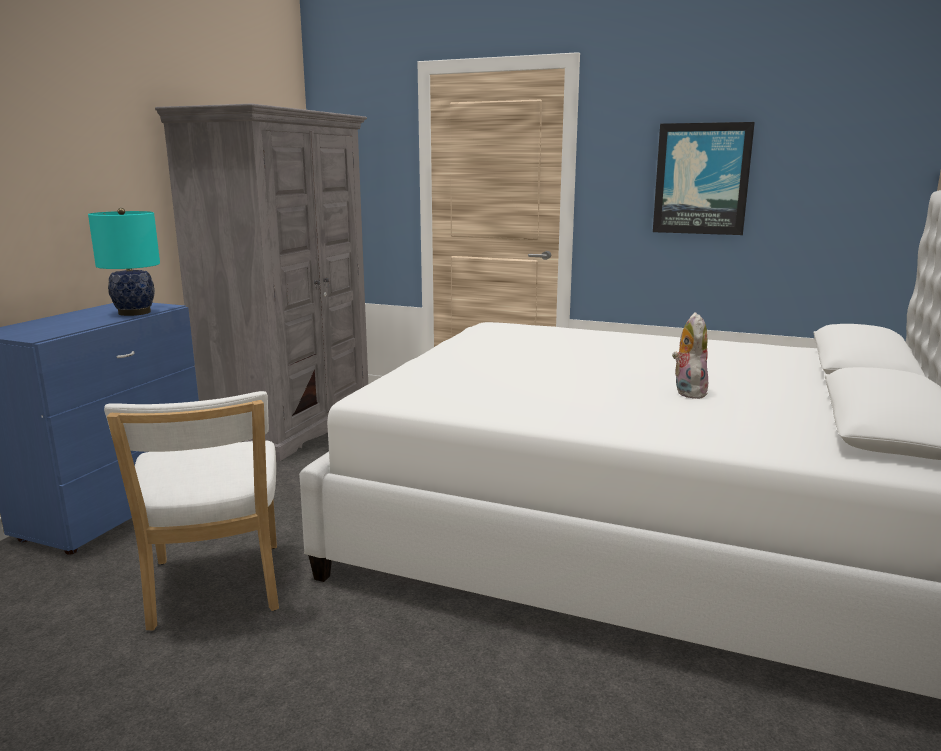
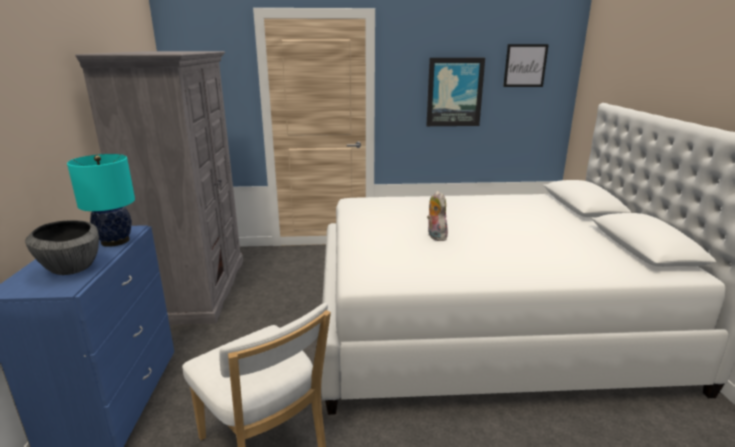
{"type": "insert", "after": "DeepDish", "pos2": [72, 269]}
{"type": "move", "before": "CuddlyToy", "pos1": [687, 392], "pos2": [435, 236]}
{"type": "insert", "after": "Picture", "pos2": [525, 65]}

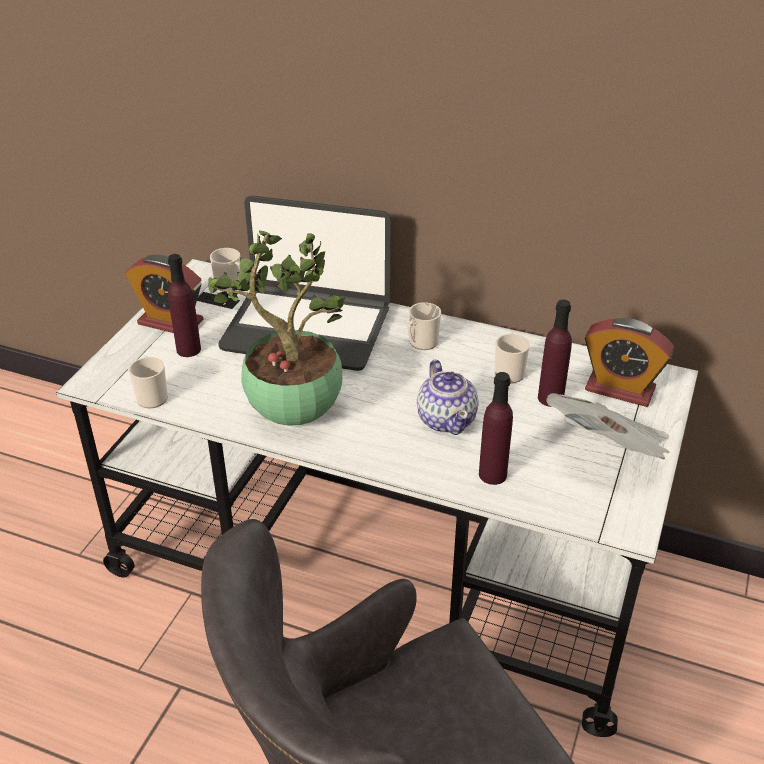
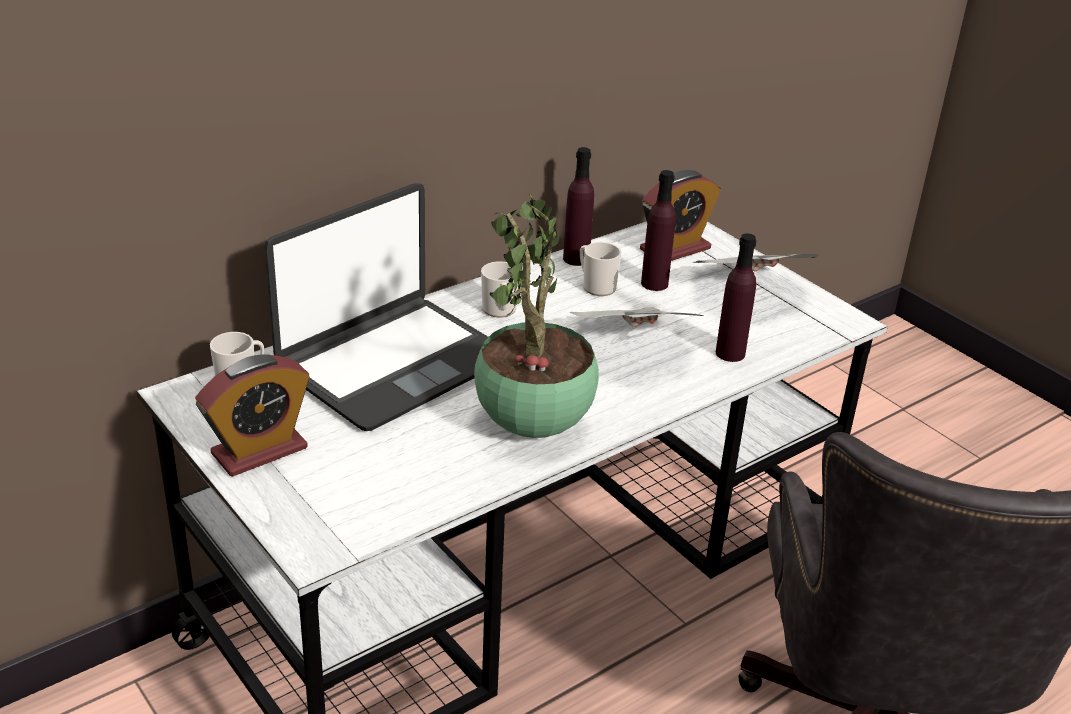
{"type": "move", "before": "PurpleDrinkBottle", "pos1": [188, 349], "pos2": [576, 259]}
{"type": "replace", "before": "PotForTea", "after": "DailyPaper", "pos1": [447, 419], "pos2": [632, 344]}
{"type": "delete", "before": "TeaMug", "pos1": [152, 396]}

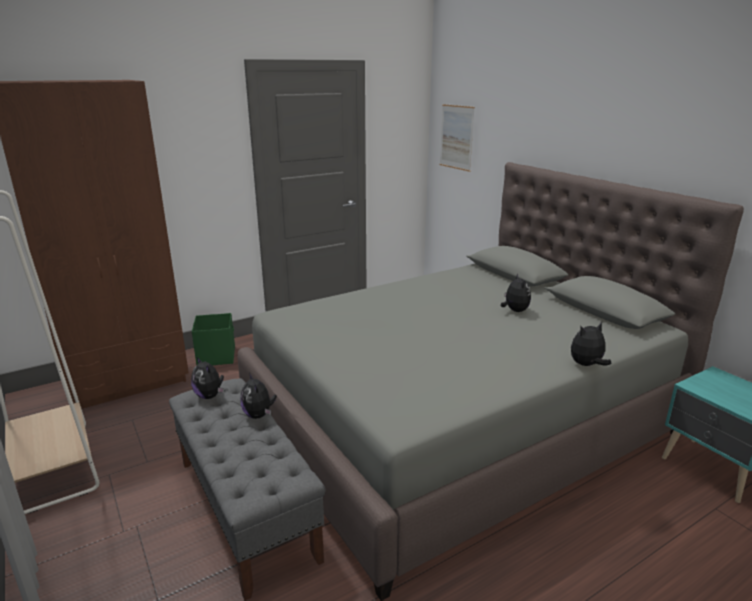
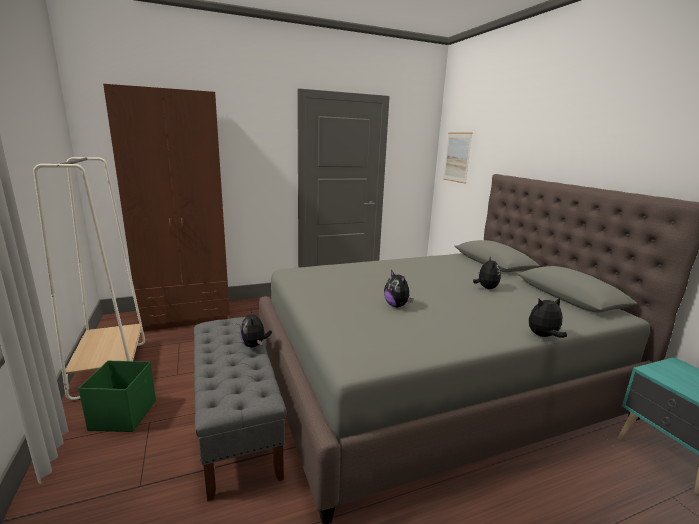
{"type": "move", "before": "GreenStorageBin", "pos1": [217, 356], "pos2": [124, 415]}
{"type": "move", "before": "CuddlyToy", "pos1": [210, 396], "pos2": [397, 305]}

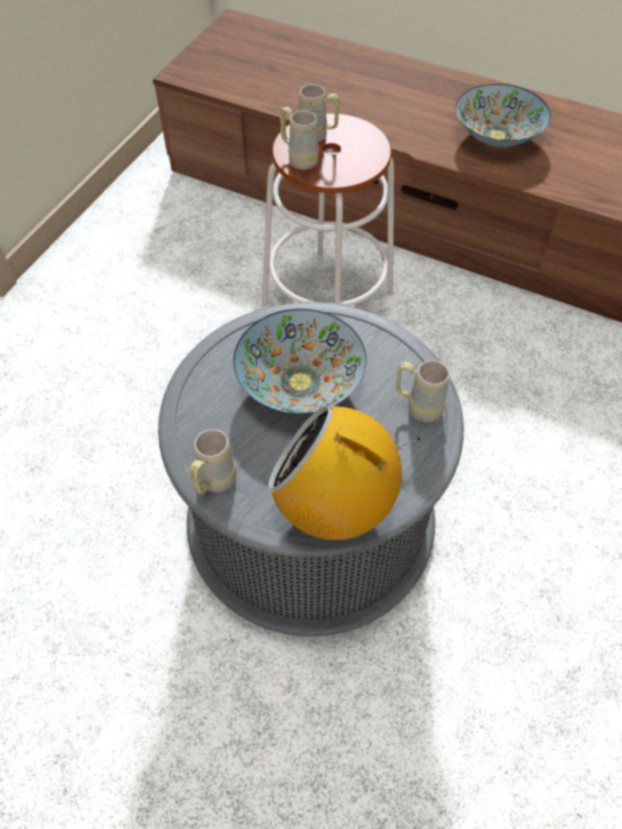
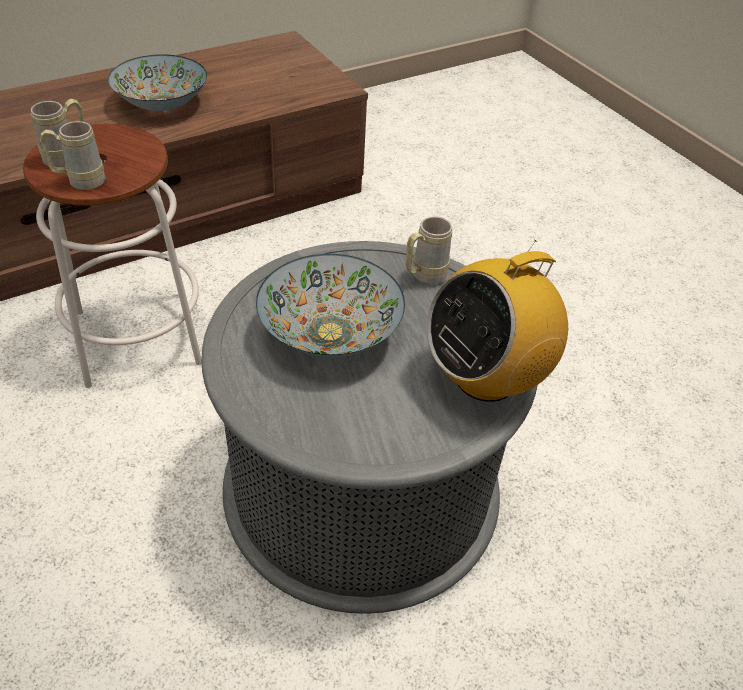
{"type": "delete", "before": "BeigeTeaMug", "pos1": [213, 483]}

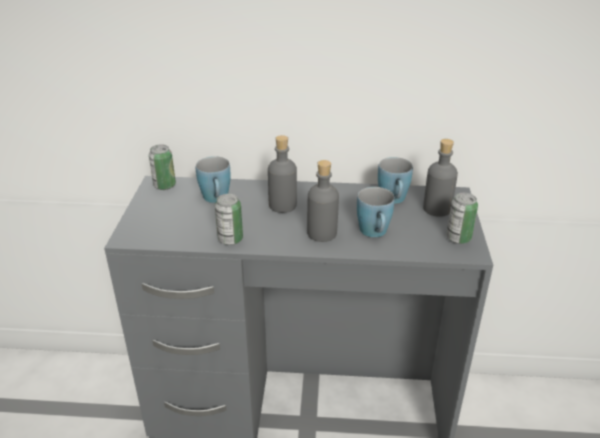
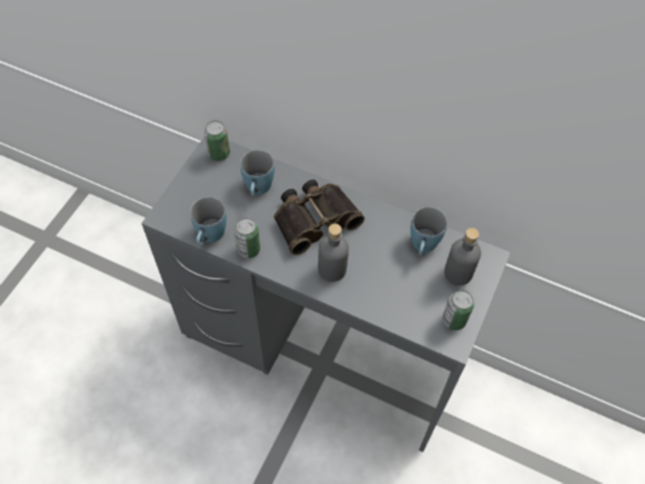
{"type": "move", "before": "BluishTeaMug", "pos1": [375, 233], "pos2": [209, 237]}
{"type": "replace", "before": "GreyishDrinkBottle", "after": "PairOfBinoculars", "pos1": [282, 205], "pos2": [314, 218]}

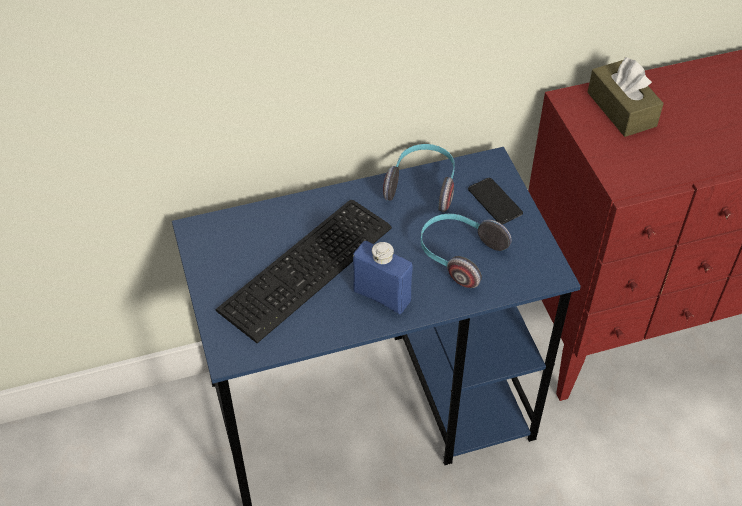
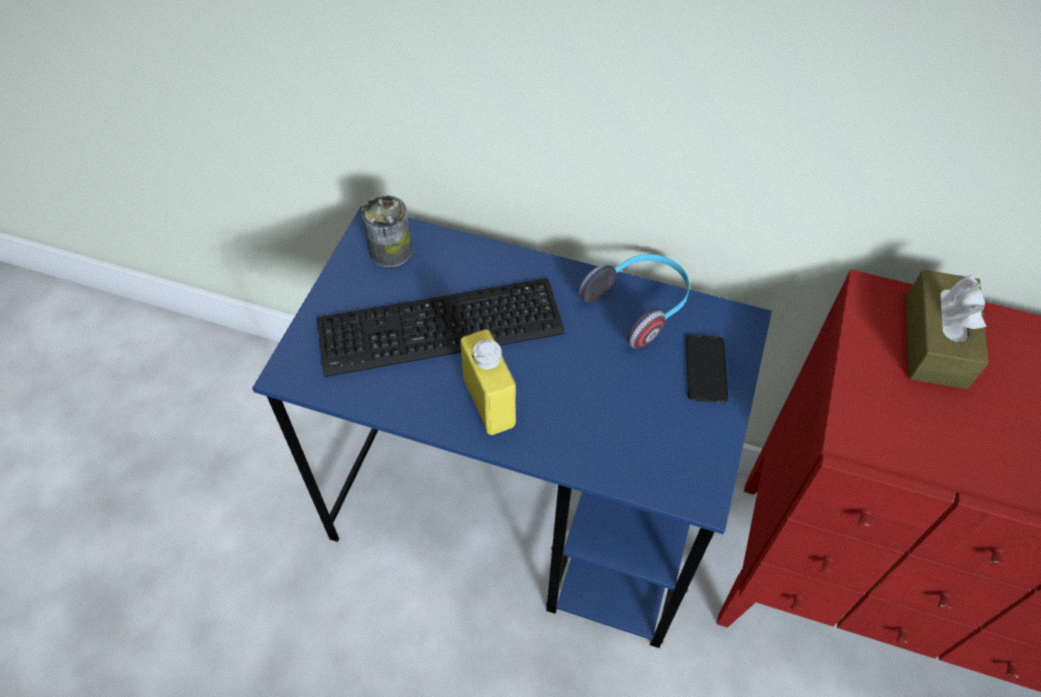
{"type": "insert", "after": "Can", "pos2": [391, 251]}
{"type": "recolor", "before": "BluishDrinkBottle", "after": "YellowDrinkBottle", "pos1": [382, 296], "pos2": [489, 403]}
{"type": "delete", "before": "PairOfHeadphones", "pos1": [458, 255]}

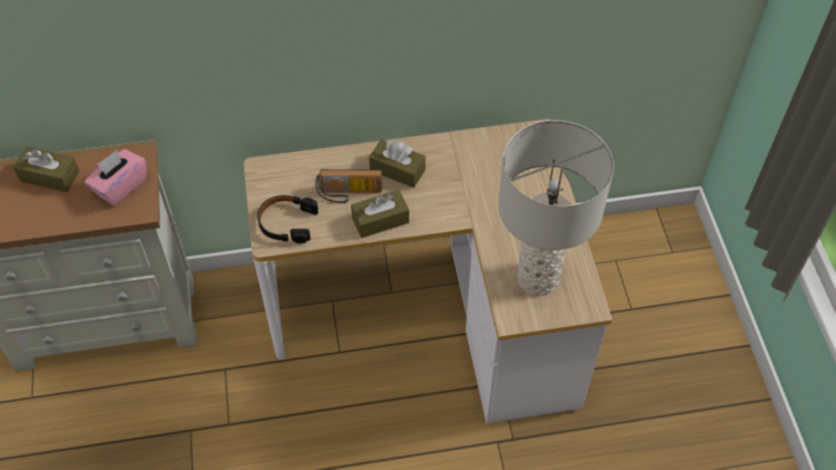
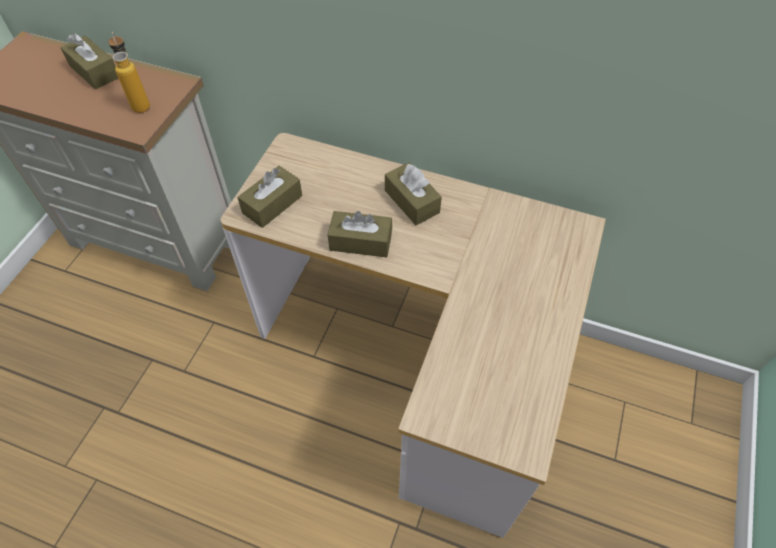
{"type": "replace", "before": "PinkishBoxOfTissues", "after": "DrinkBottle", "pos1": [120, 186], "pos2": [140, 103]}
{"type": "replace", "before": "BlackColouredPairOfHeadphones", "after": "BrownBoxOfTissues", "pos1": [287, 223], "pos2": [272, 204]}
{"type": "delete", "before": "RadioReceiver", "pos1": [349, 194]}
{"type": "delete", "before": "WhitishLampForATable", "pos1": [537, 277]}

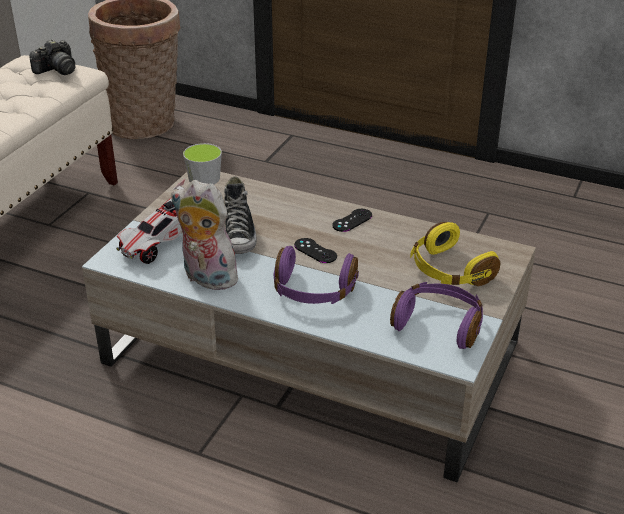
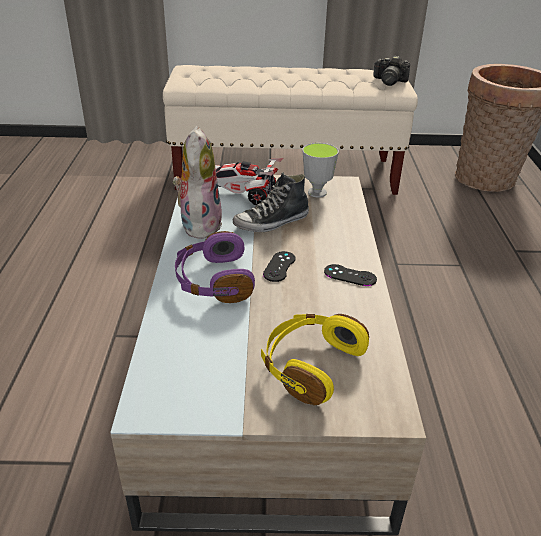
{"type": "delete", "before": "PurplePairOfHeadphones", "pos1": [439, 324]}

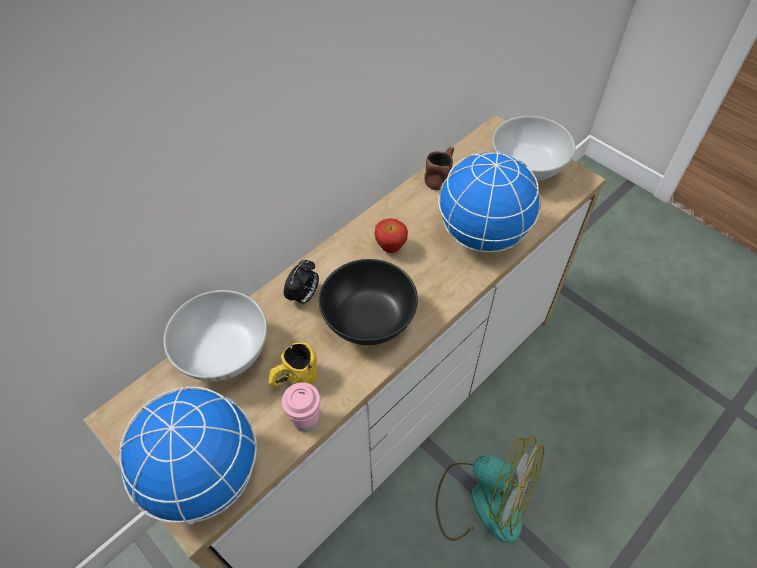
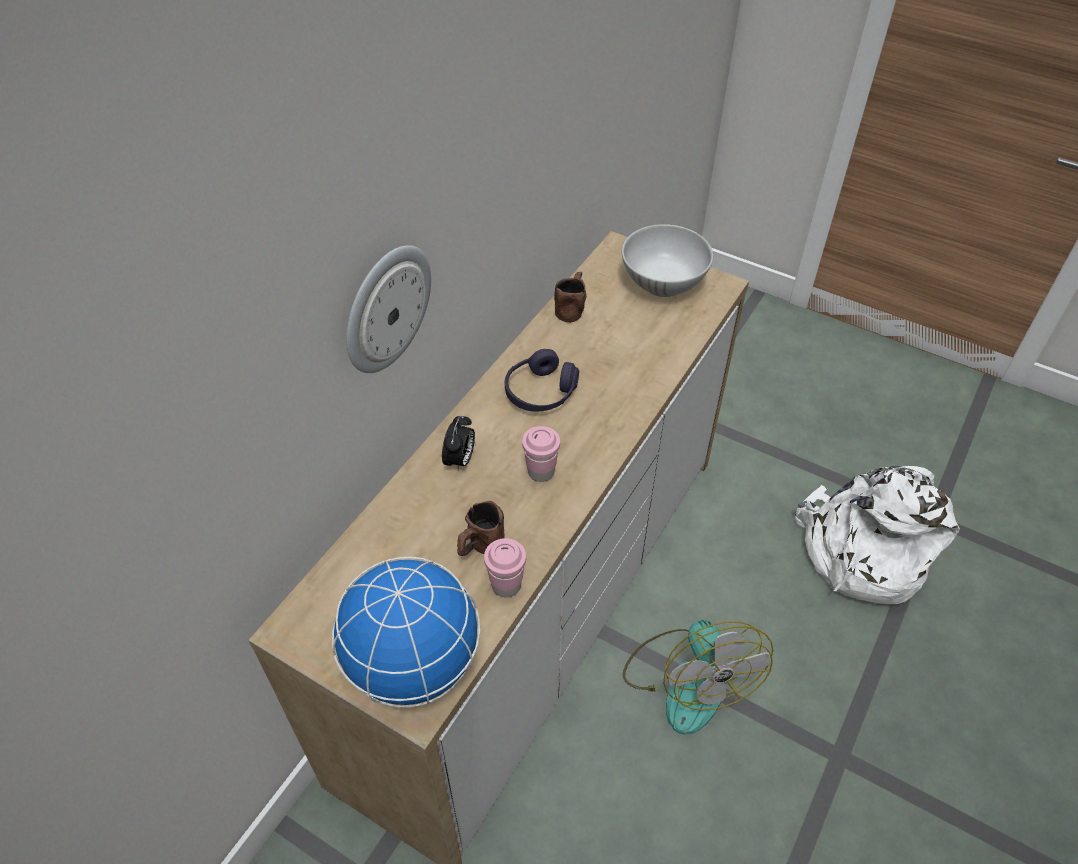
{"type": "insert", "after": "HangingClock", "pos2": [386, 308]}
{"type": "recolor", "before": "YellowTeaMug", "after": "BrownTeaMug", "pos1": [294, 380], "pos2": [479, 547]}
{"type": "replace", "before": "Apple", "after": "PurplePairOfHeadphones", "pos1": [390, 248], "pos2": [540, 392]}
{"type": "replace", "before": "BlackColouredDeepDish", "after": "PinkishSmallCup", "pos1": [368, 321], "pos2": [541, 472]}
{"type": "rotate", "before": "Fan", "pos1": [483, 500], "pos2": [687, 679], "turn": 60}
{"type": "insert", "after": "WhitishBackpack", "pos2": [860, 552]}
{"type": "delete", "before": "WhitishDeepDish", "pos1": [225, 353]}
{"type": "delete", "before": "DeskGlobe", "pos1": [482, 234]}

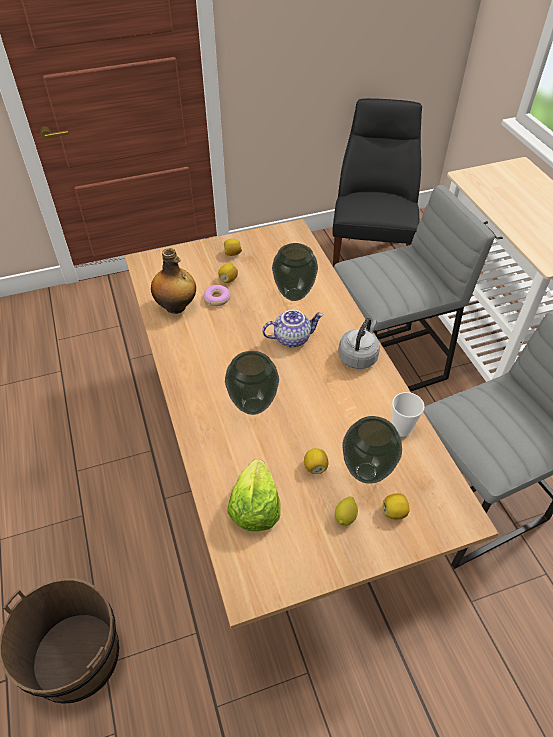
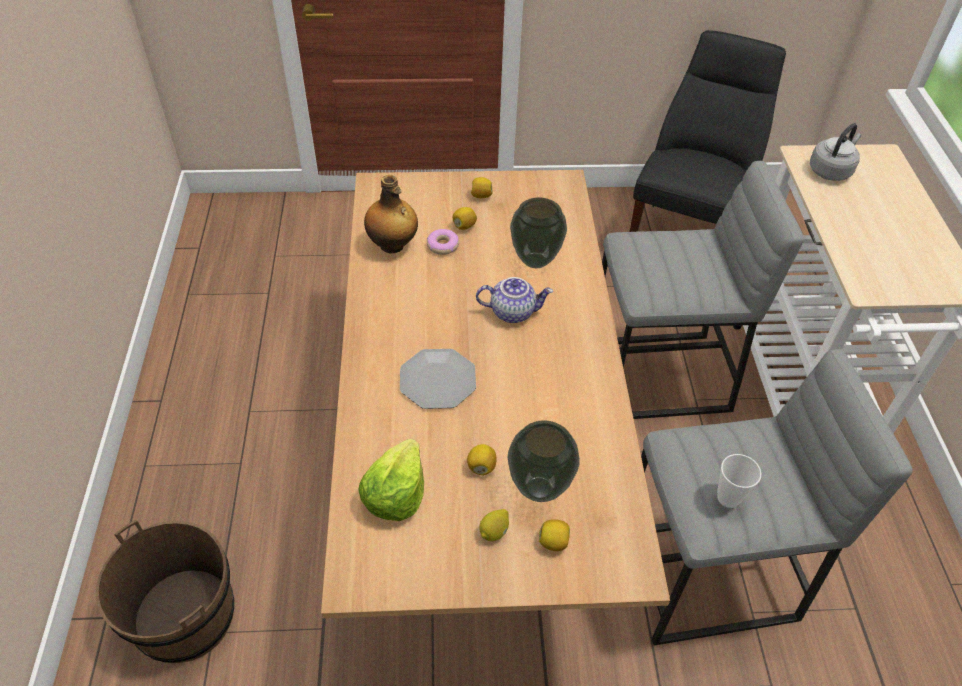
{"type": "replace", "before": "Vase", "after": "Plate", "pos1": [254, 406], "pos2": [438, 380]}
{"type": "move", "before": "SmallCup", "pos1": [401, 429], "pos2": [728, 498]}
{"type": "move", "before": "GreyishKettle", "pos1": [358, 356], "pos2": [831, 170]}

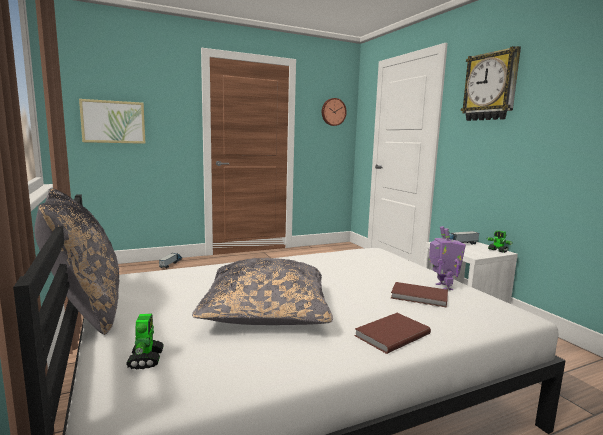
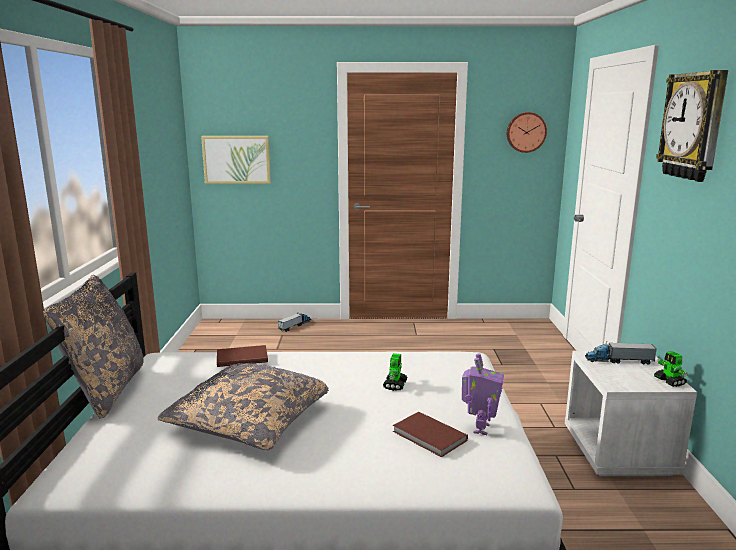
{"type": "move", "before": "BrownVolume", "pos1": [390, 334], "pos2": [241, 358]}
{"type": "move", "before": "ModelRobot", "pos1": [146, 359], "pos2": [395, 385]}

